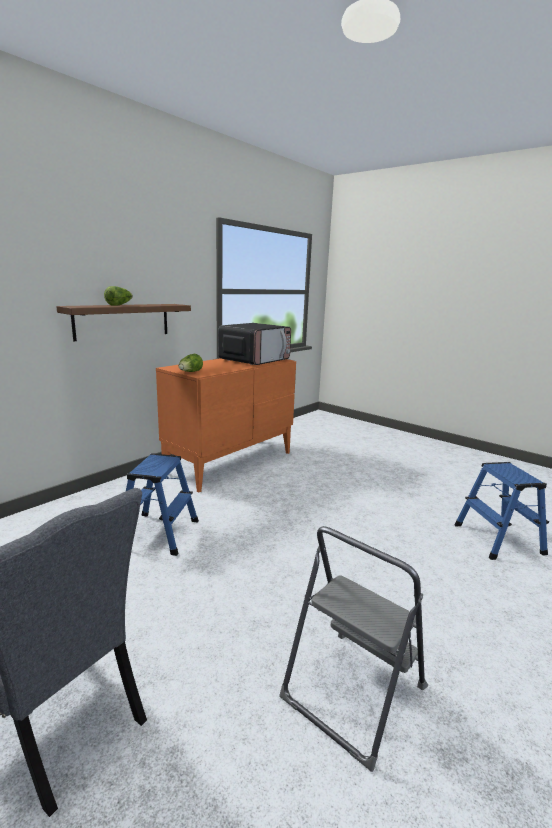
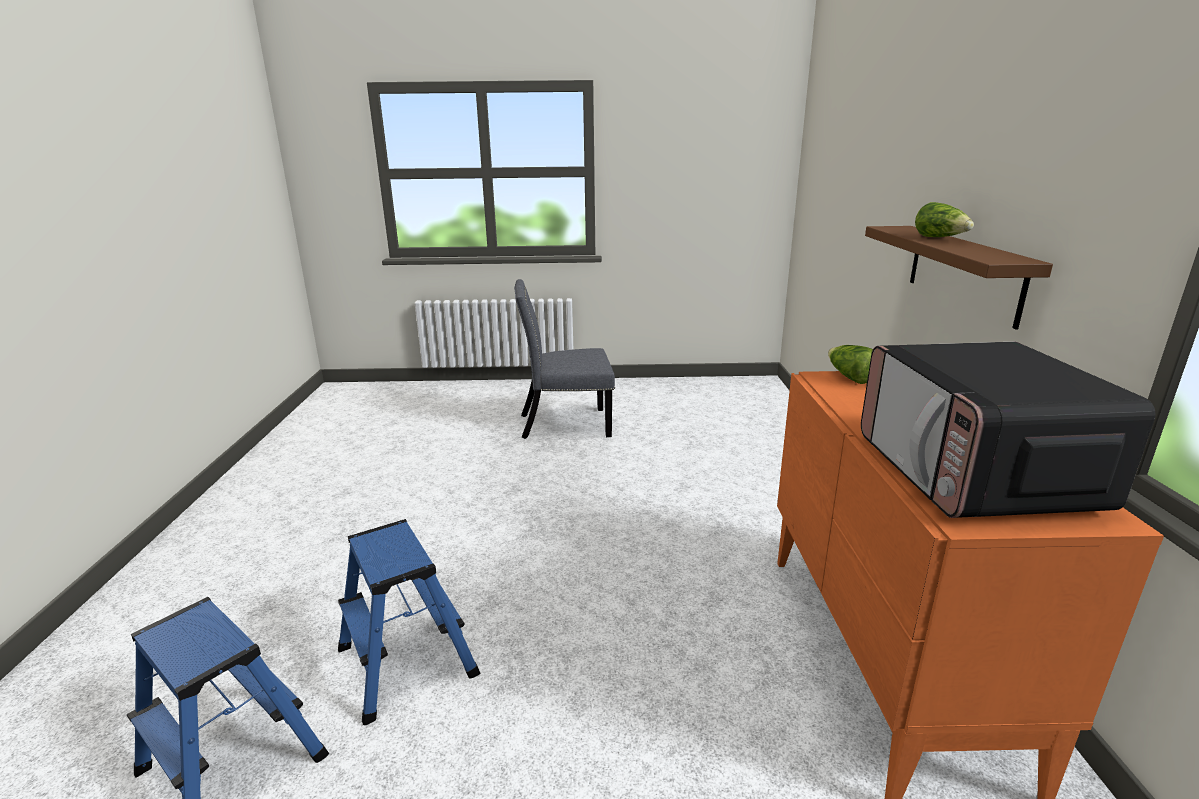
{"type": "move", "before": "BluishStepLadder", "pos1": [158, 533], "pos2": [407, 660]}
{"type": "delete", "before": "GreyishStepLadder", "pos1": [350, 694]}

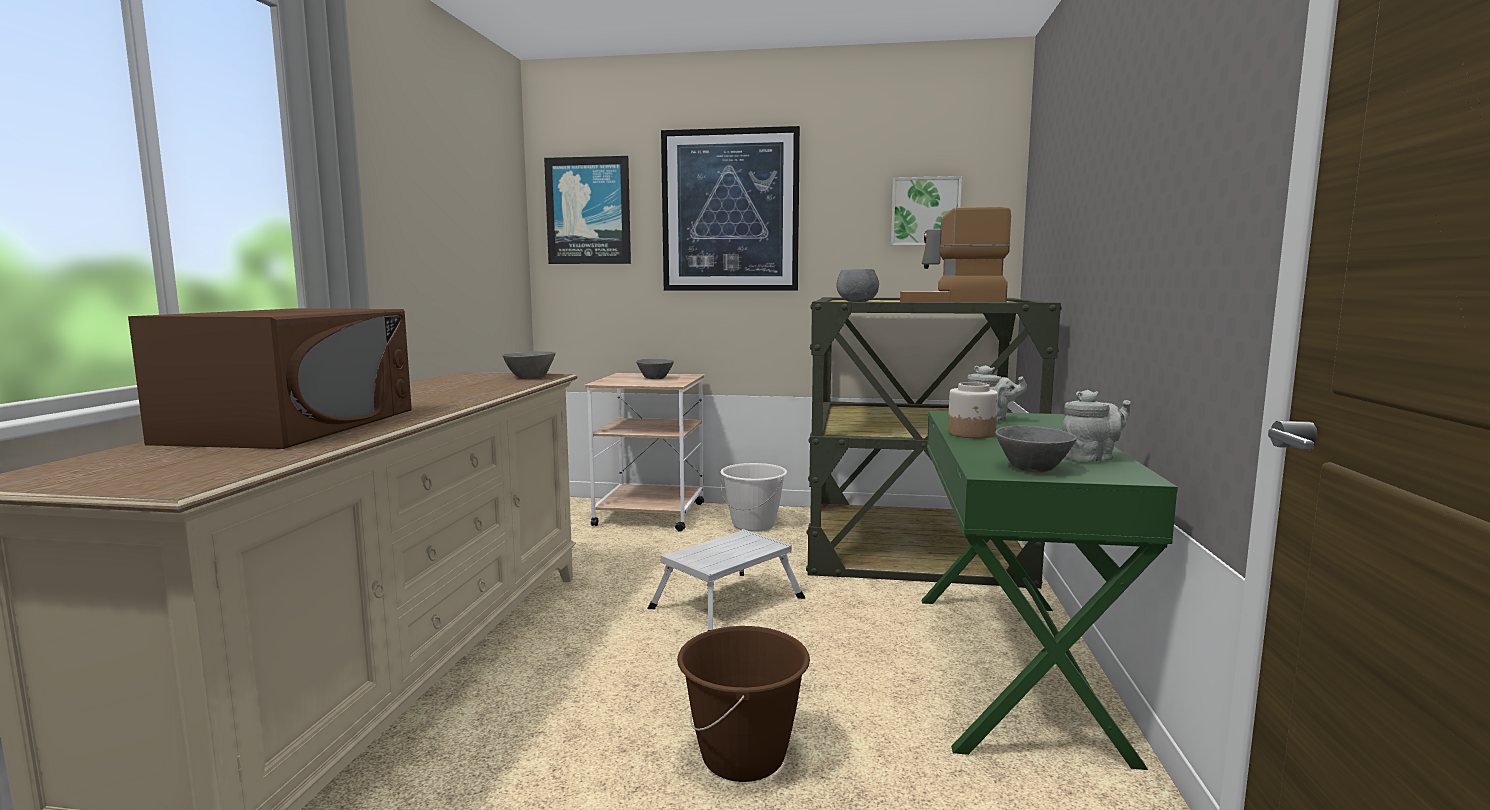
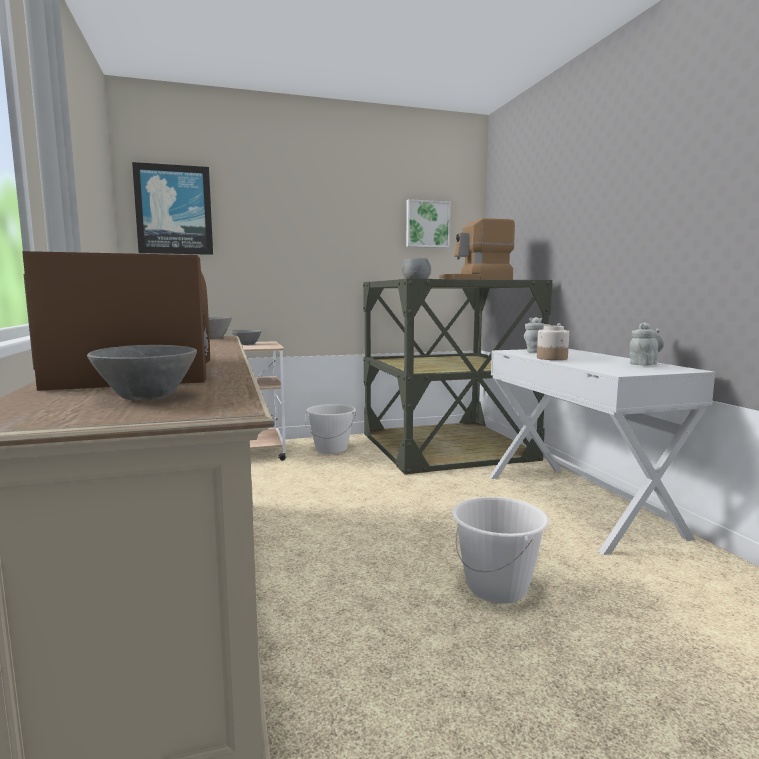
{"type": "move", "before": "GreyishDeepDish", "pos1": [1031, 469], "pos2": [144, 397]}
{"type": "recolor", "before": "BrownWaterBucket", "after": "WhitishWaterBucket", "pos1": [744, 757], "pos2": [497, 588]}
{"type": "recolor", "before": "GreenNarrowTable", "after": "WhitishNarrowTable", "pos1": [1012, 667], "pos2": [577, 504]}
{"type": "delete", "before": "WhitishStepLadder", "pos1": [726, 603]}
{"type": "delete", "before": "Picture", "pos1": [730, 211]}

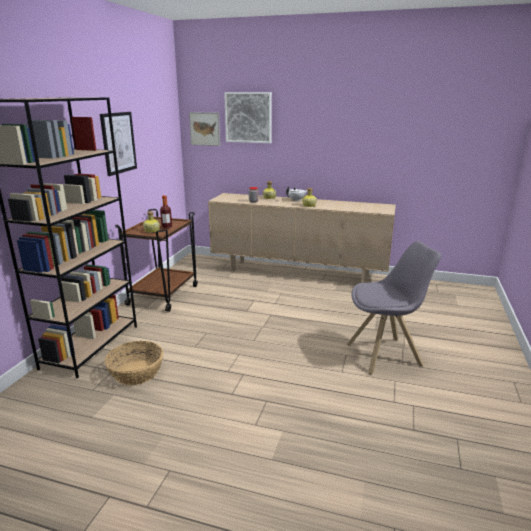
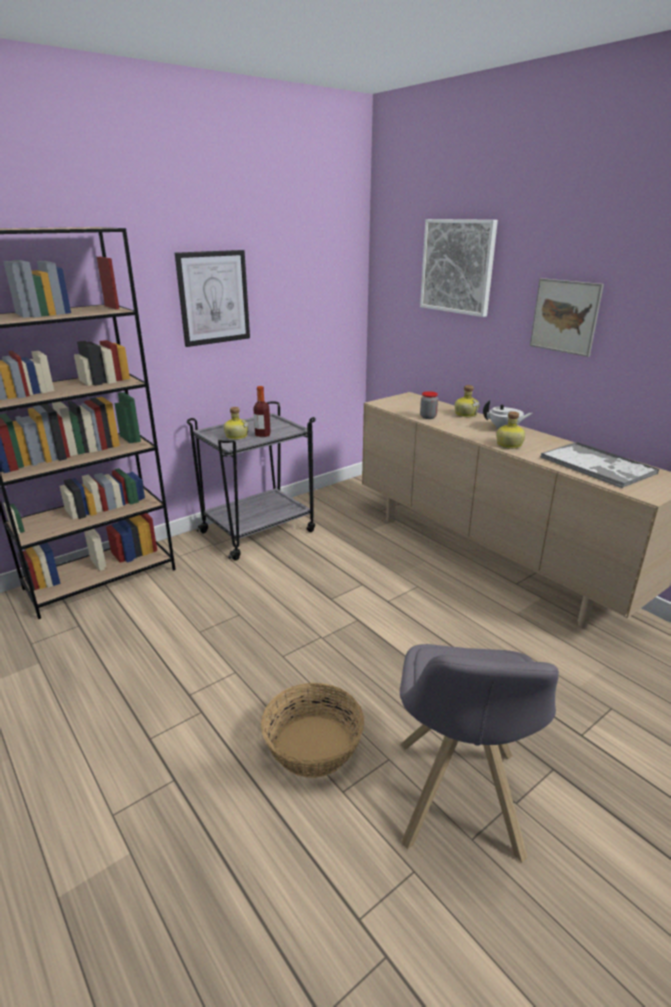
{"type": "recolor", "before": "BrownTrolley", "after": "GreyishTrolley", "pos1": [164, 295], "pos2": [259, 531]}
{"type": "move", "before": "Basket", "pos1": [136, 373], "pos2": [312, 746]}
{"type": "rotate", "before": "GreyishPlainChair", "pos1": [384, 354], "pos2": [459, 797], "turn": 75}
{"type": "move", "before": "Picture", "pos1": [205, 129], "pos2": [565, 316]}
{"type": "insert", "after": "Tray", "pos2": [598, 466]}

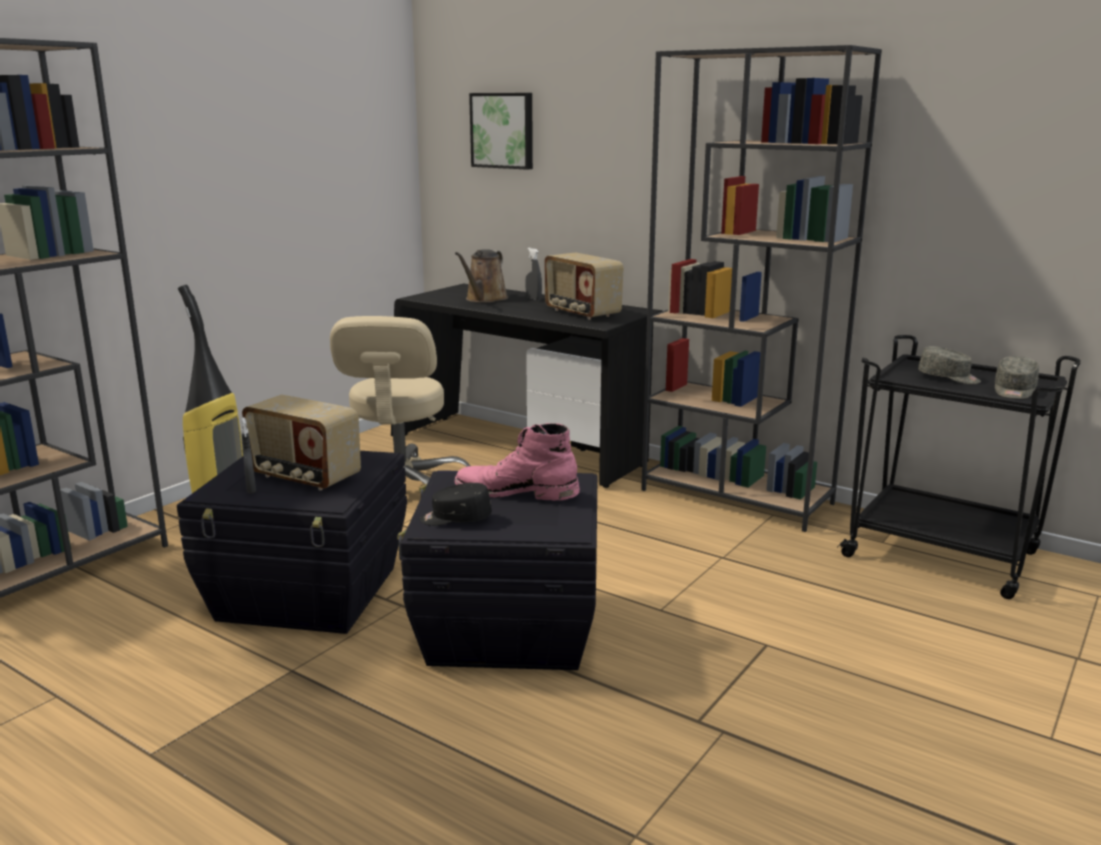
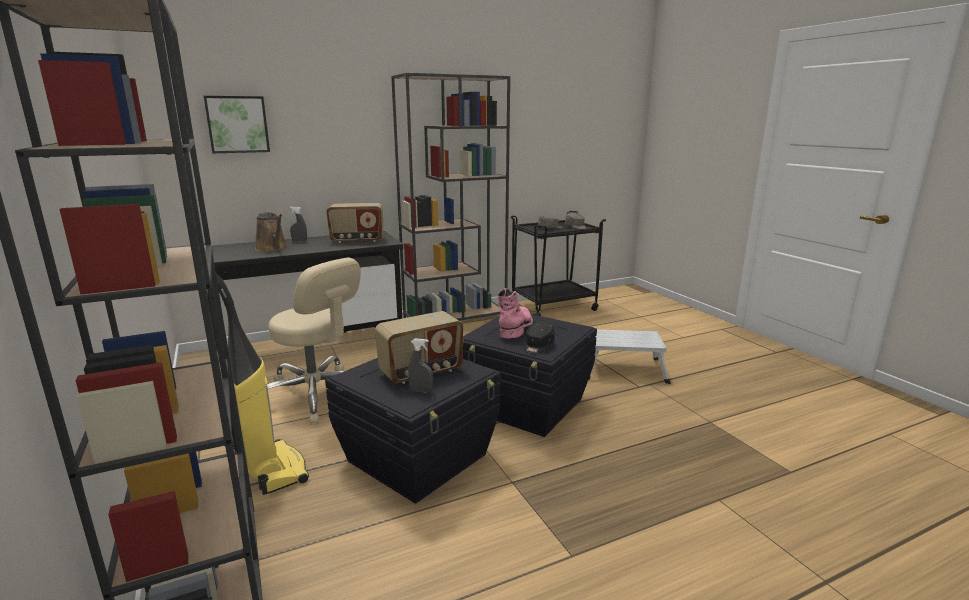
{"type": "rotate", "before": "PinkishBoot", "pos1": [516, 491], "pos2": [516, 327], "turn": 150}
{"type": "insert", "after": "WhitishStepLadder", "pos2": [623, 369]}

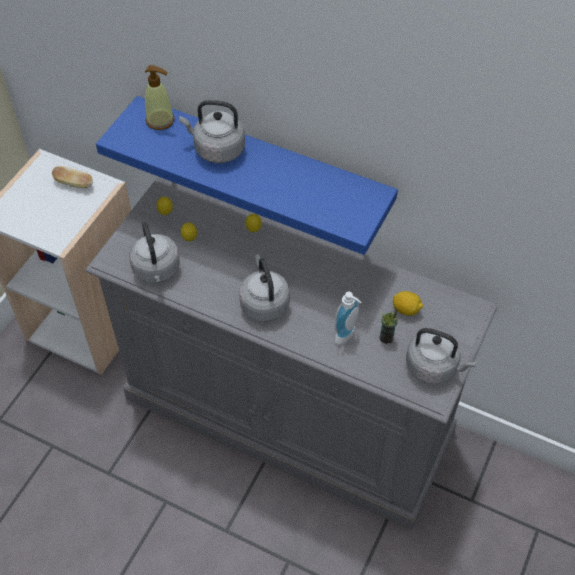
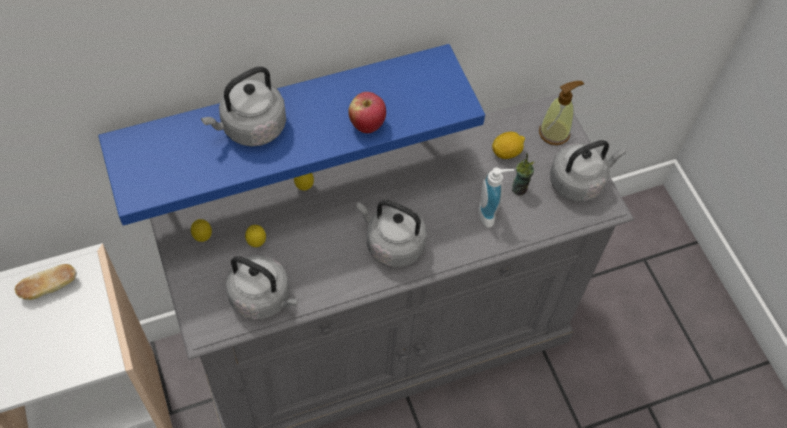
{"type": "insert", "after": "Apple", "pos2": [367, 124]}
{"type": "move", "before": "SoapDispenser", "pos1": [160, 120], "pos2": [554, 132]}

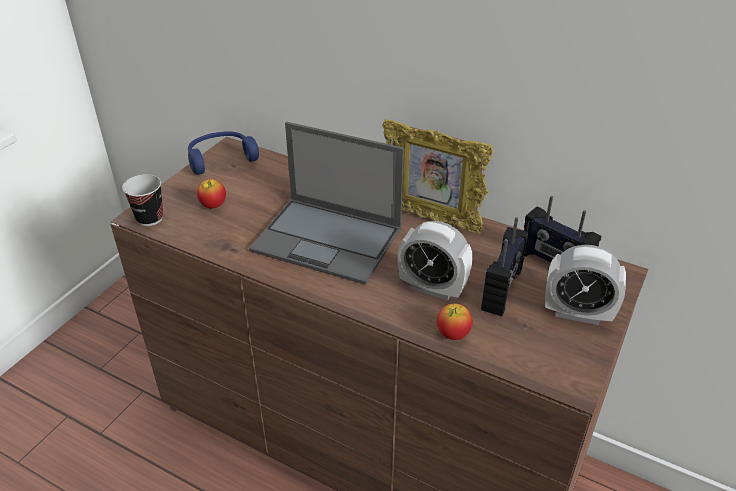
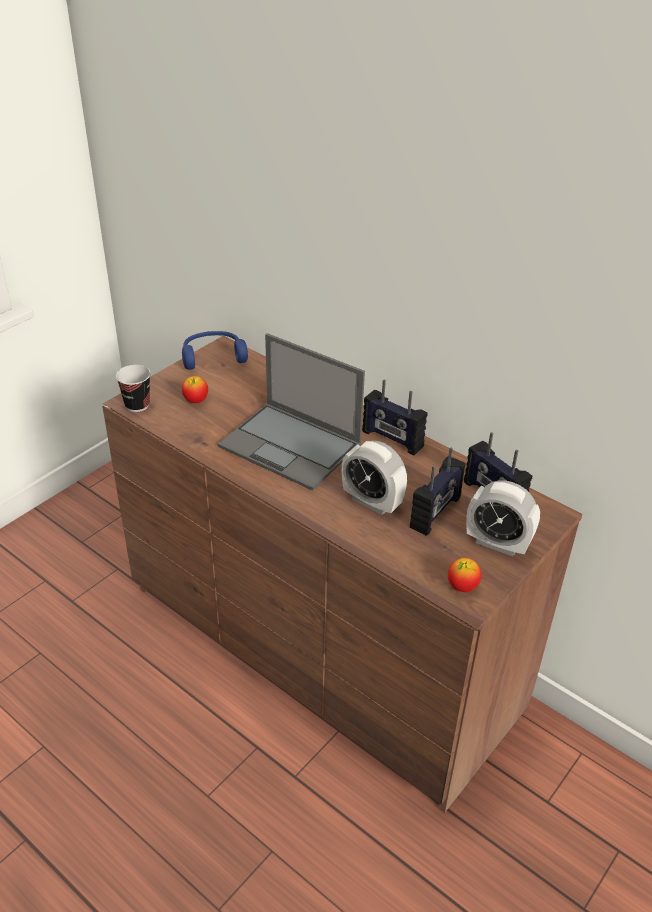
{"type": "replace", "before": "PhotoFrame", "after": "RadioReceiver", "pos1": [431, 219], "pos2": [392, 439]}
{"type": "move", "before": "Apple", "pos1": [453, 334], "pos2": [462, 586]}

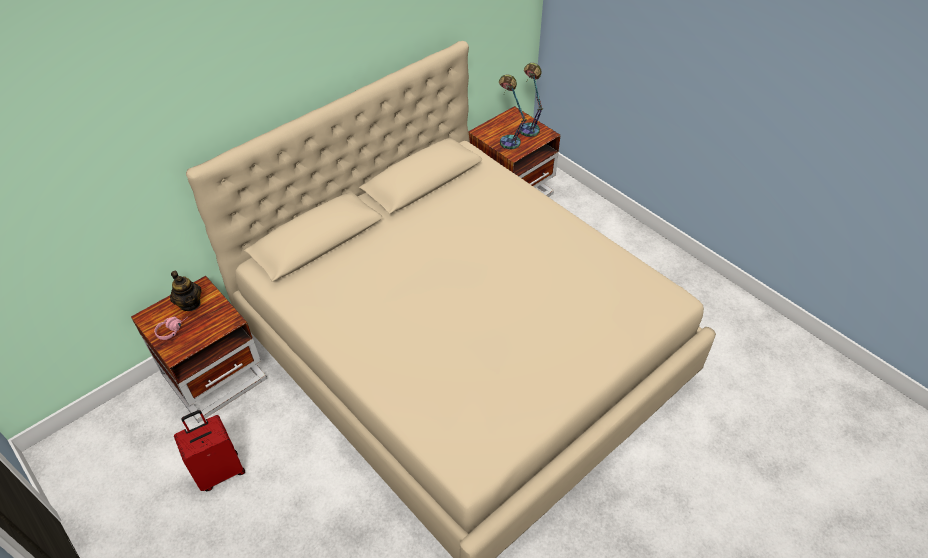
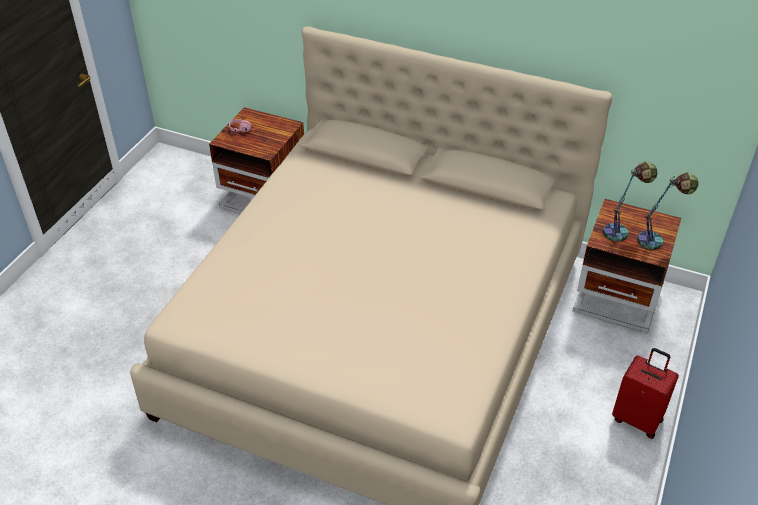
{"type": "move", "before": "ReddishSuitcase", "pos1": [220, 471], "pos2": [637, 419]}
{"type": "delete", "before": "PotForTea", "pos1": [190, 303]}

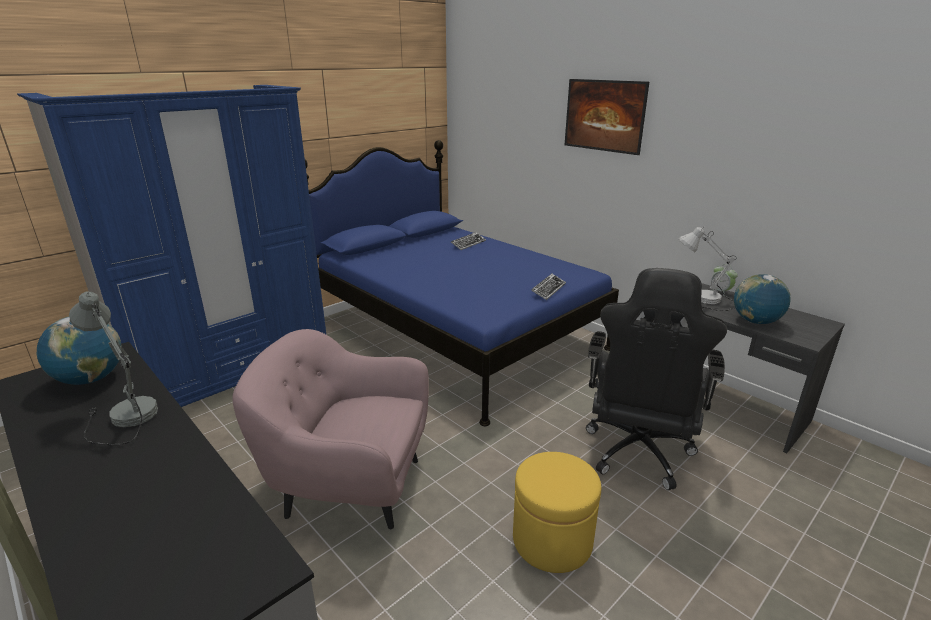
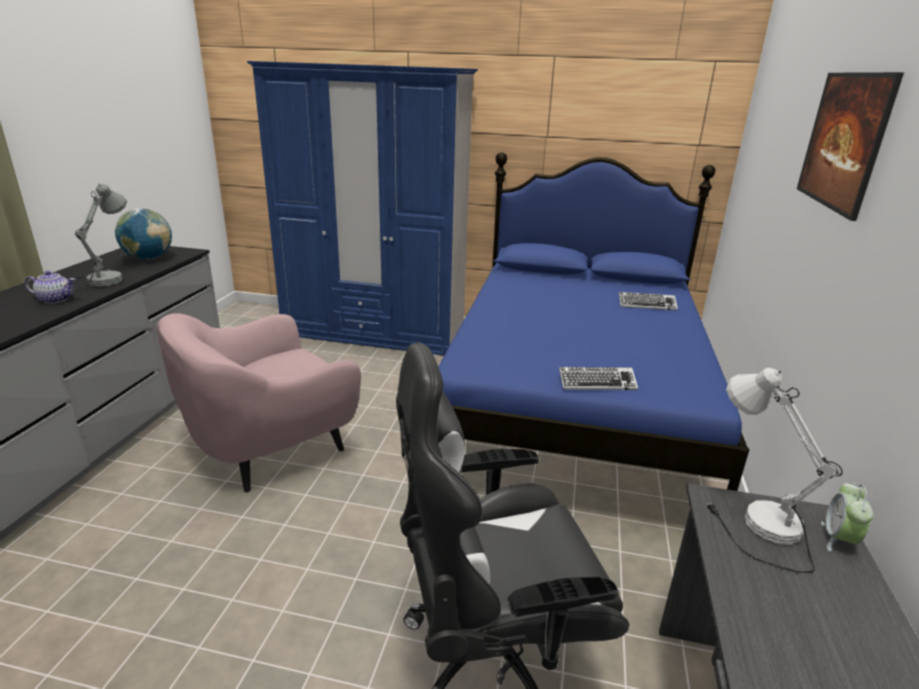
{"type": "insert", "after": "PotForTea", "pos2": [55, 299]}
{"type": "rotate", "before": "PinkishLoungeChair", "pos1": [349, 485], "pos2": [269, 449], "turn": -105}
{"type": "delete", "before": "YellowOttoman", "pos1": [552, 540]}
{"type": "delete", "before": "DeskGlobe", "pos1": [755, 321]}

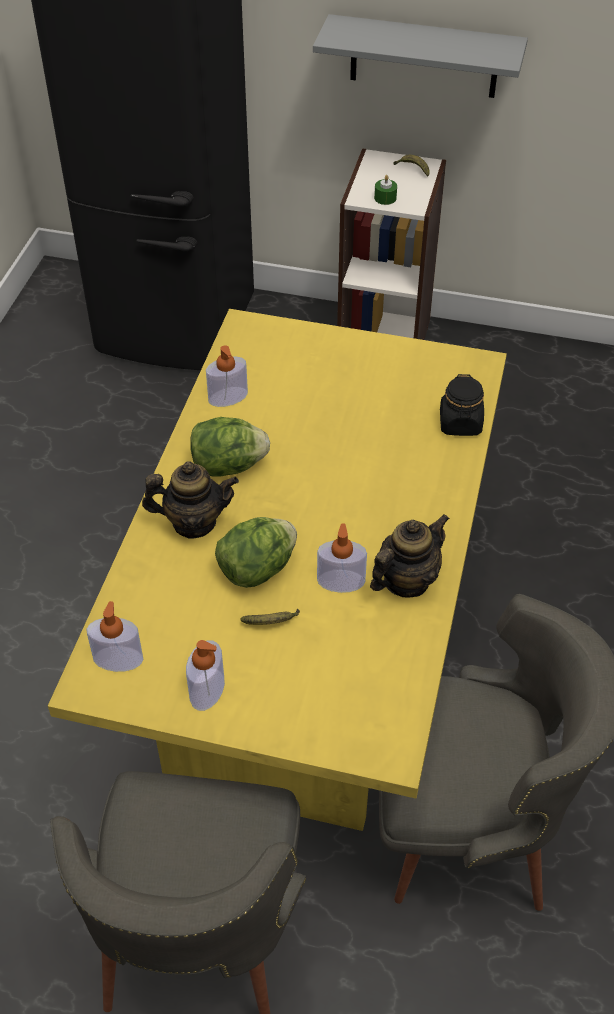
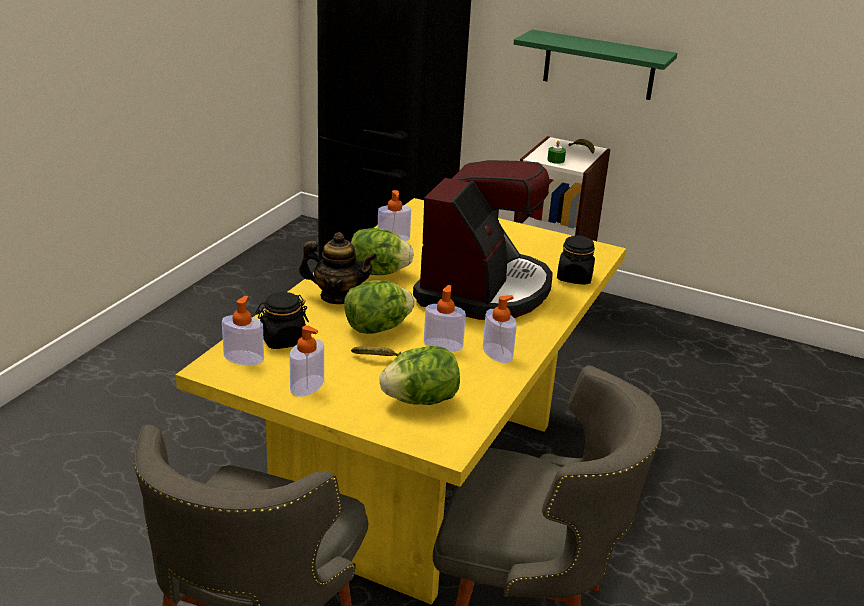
{"type": "insert", "after": "BlackColouredPreserveJar", "pos2": [283, 340]}
{"type": "insert", "after": "Lettuce", "pos2": [421, 400]}
{"type": "insert", "after": "CoffeeMachine", "pos2": [484, 289]}
{"type": "replace", "before": "PotForTea", "after": "SoapDispenser", "pos1": [406, 581], "pos2": [497, 353]}
{"type": "recolor", "before": "GreyishShelf", "after": "GreenShelf", "pos1": [424, 57], "pos2": [599, 65]}

